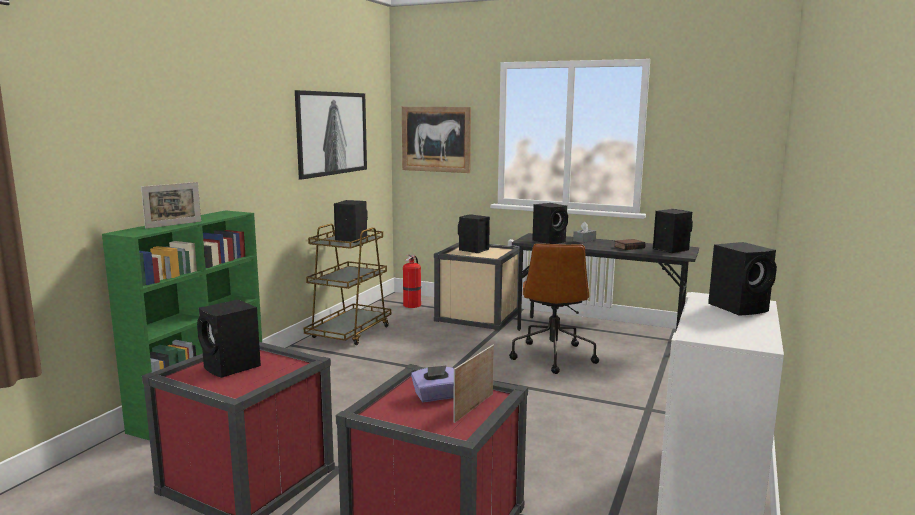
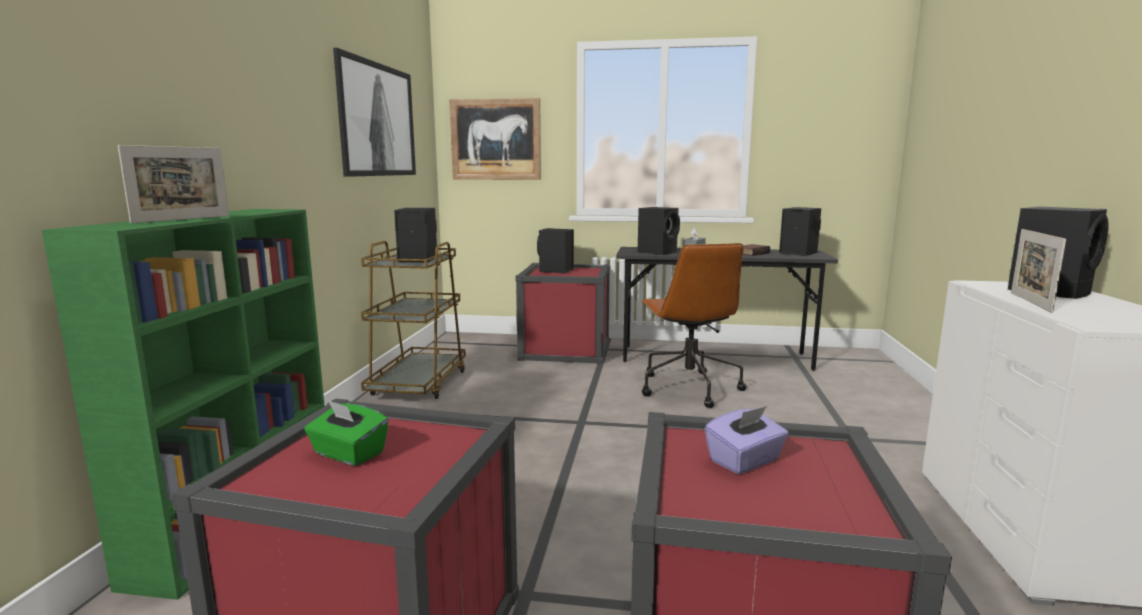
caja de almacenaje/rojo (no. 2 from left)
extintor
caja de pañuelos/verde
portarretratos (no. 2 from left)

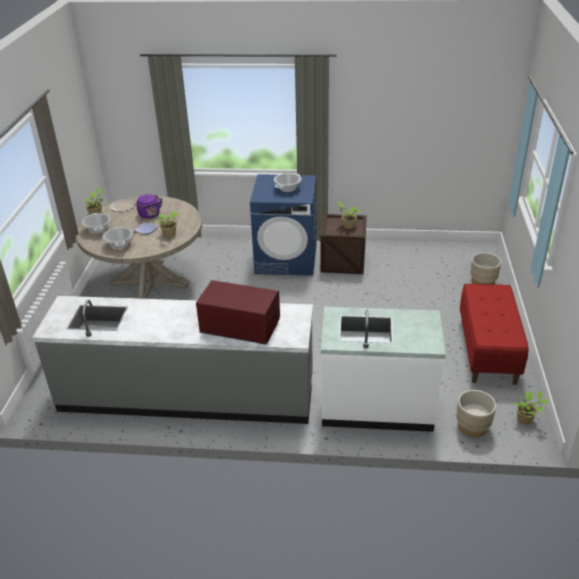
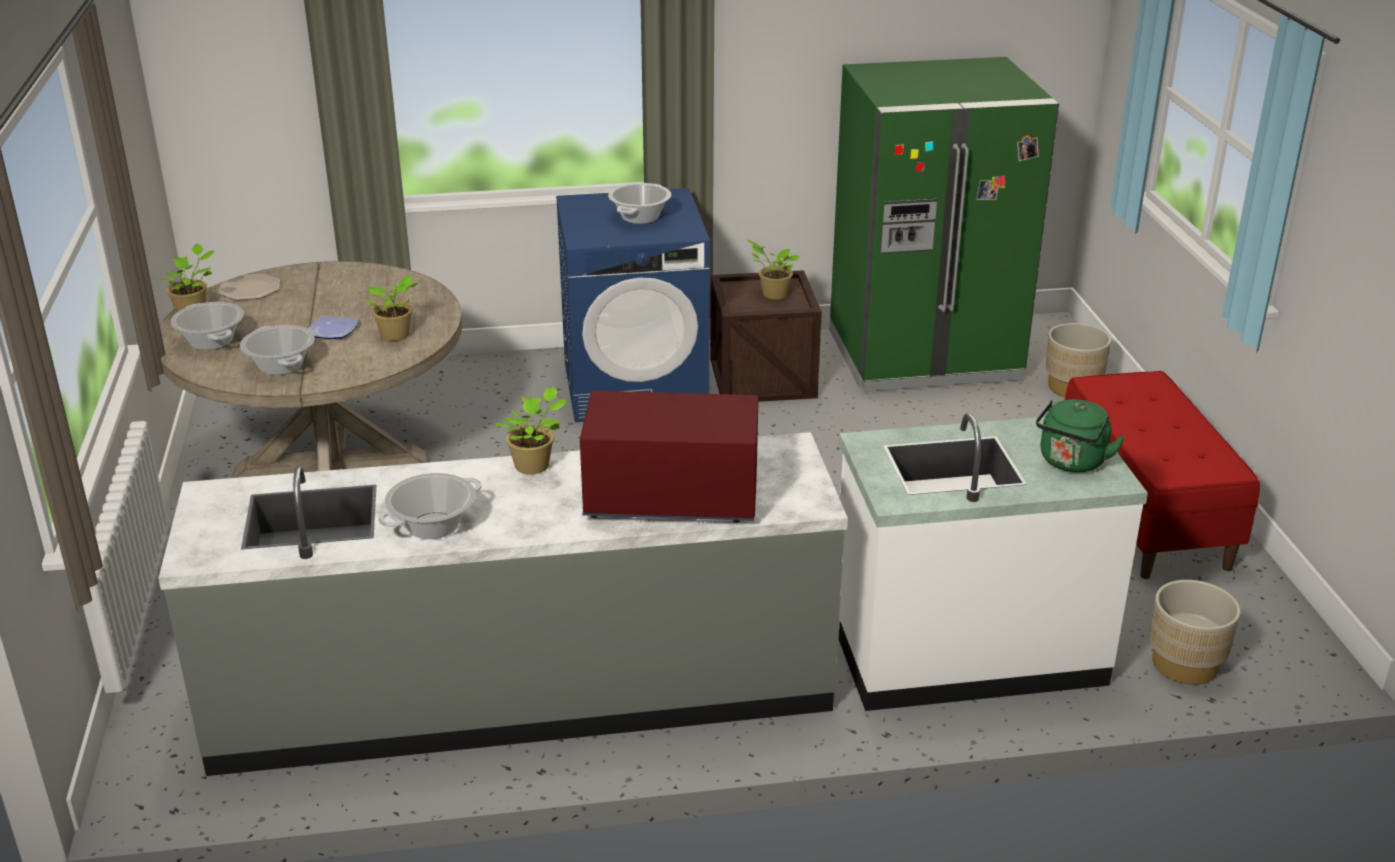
hervidor/morado
planta en maceta (no. 3 from left)
nevera/verde
hervidor/verde
olla (no. 3 from left)

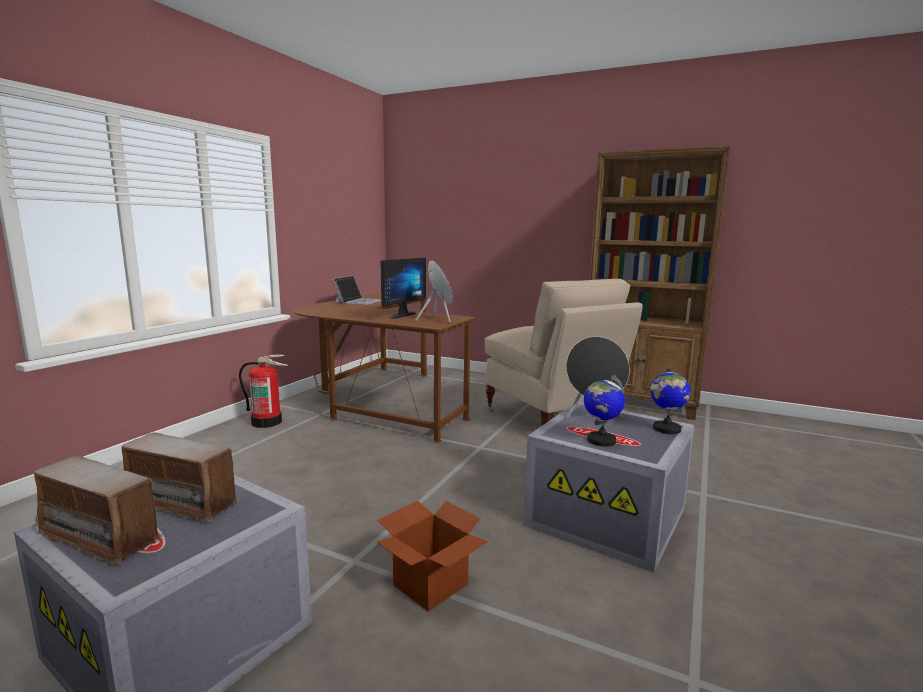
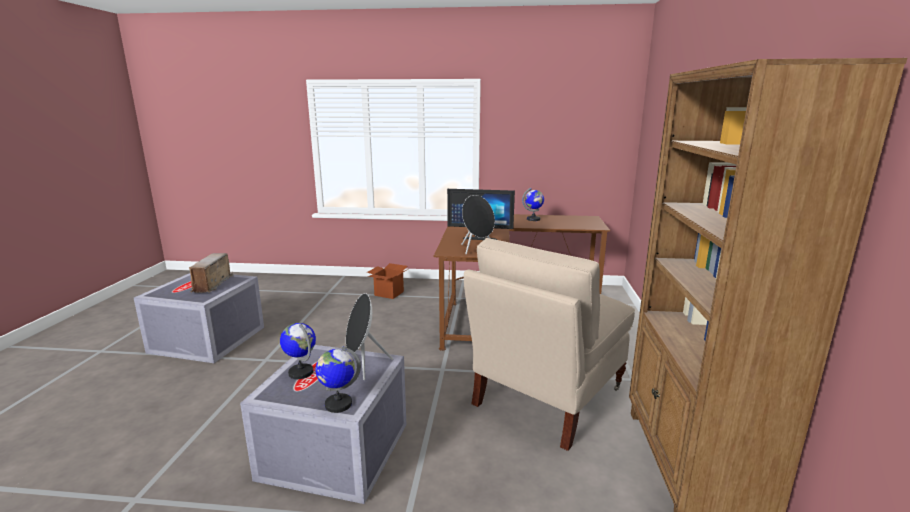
globo terráqueo (no. 3 from left)
extintor
radio (no. 1 from left in the first image)
caja de cartón

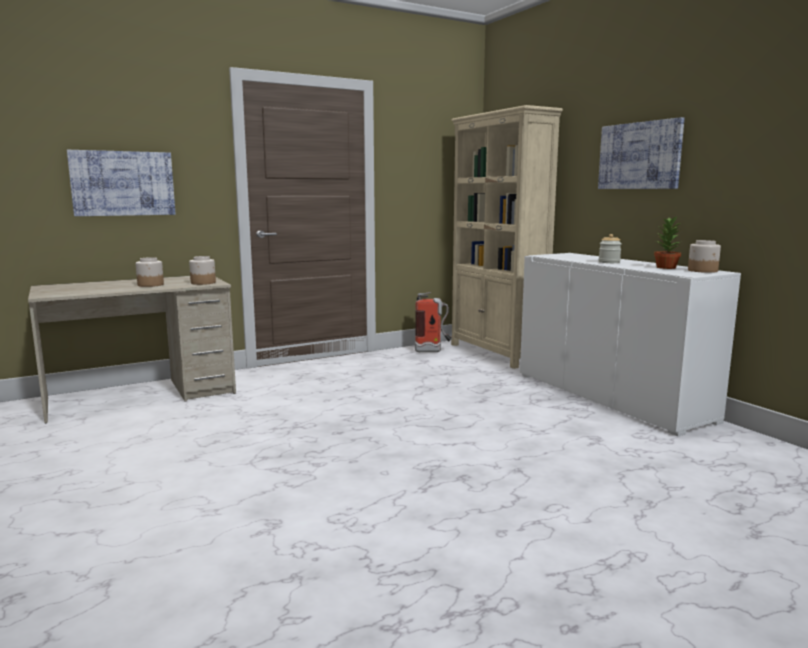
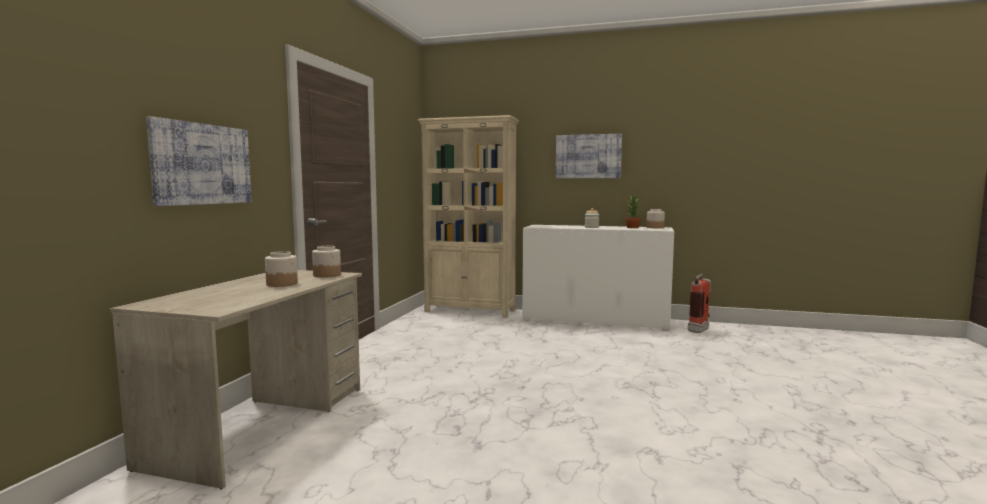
extintor

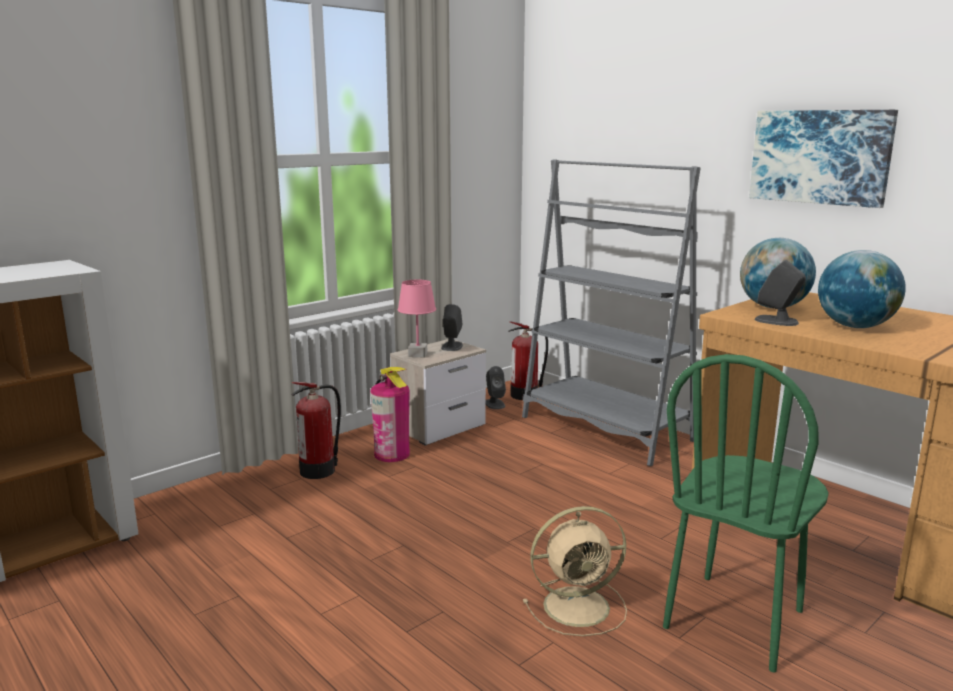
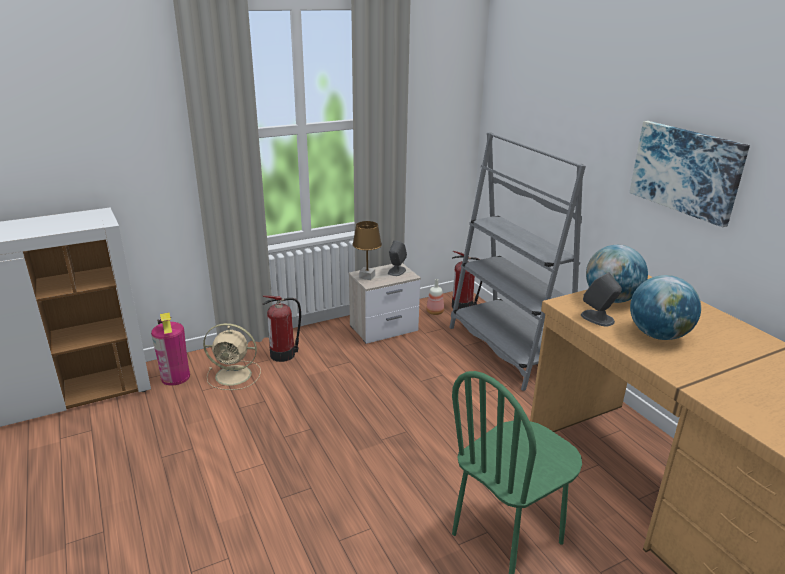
lámpara de mesa/marrón
botella
extintor (no. 1 from left)
ventilador/beis

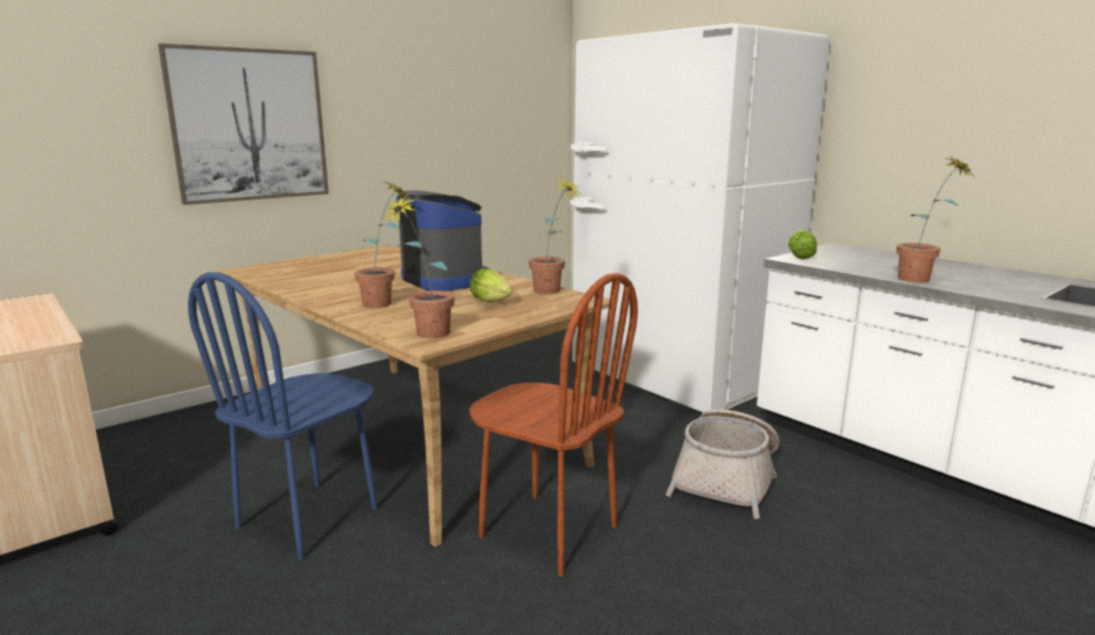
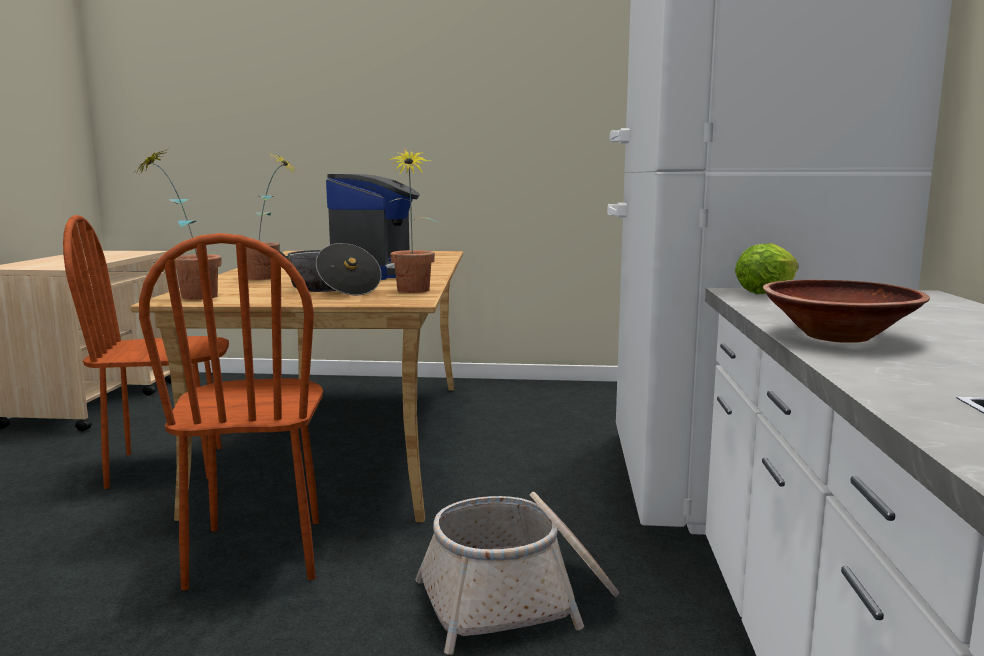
cuadro
cuenco/marrón
olla
silla/marrón (no. 1 from left)

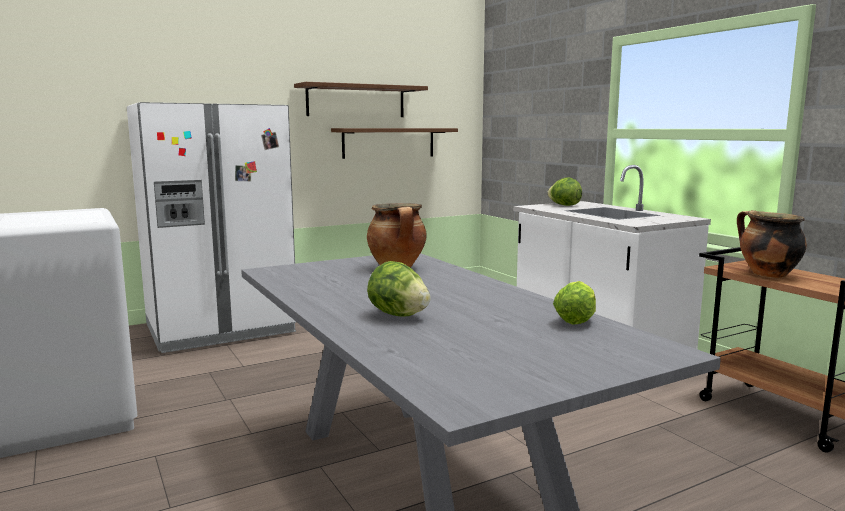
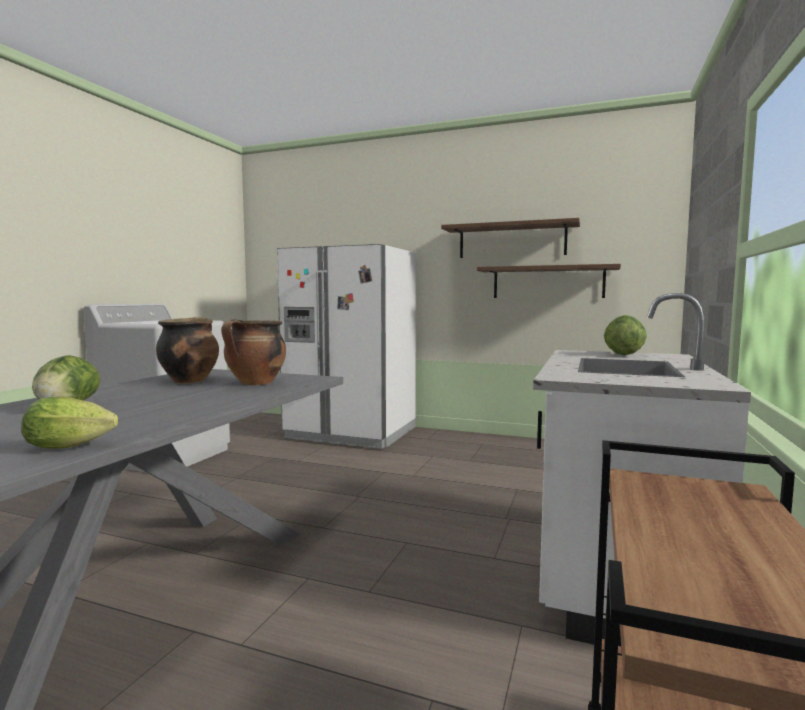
olla (no. 1 from left)

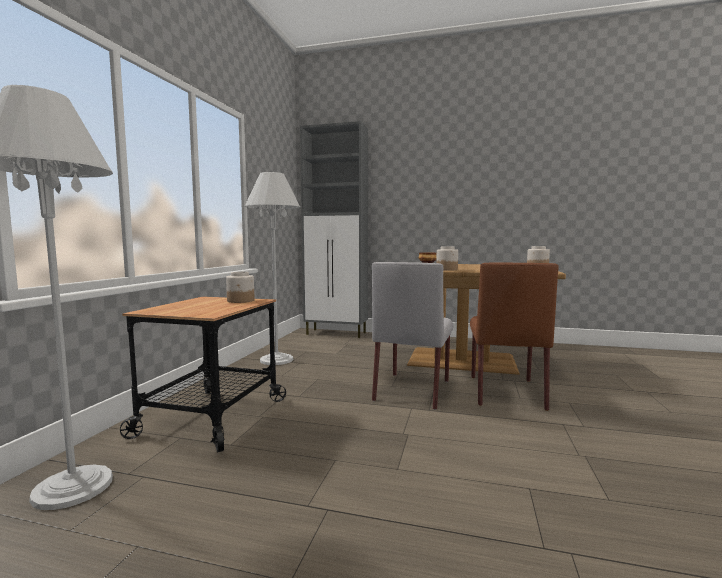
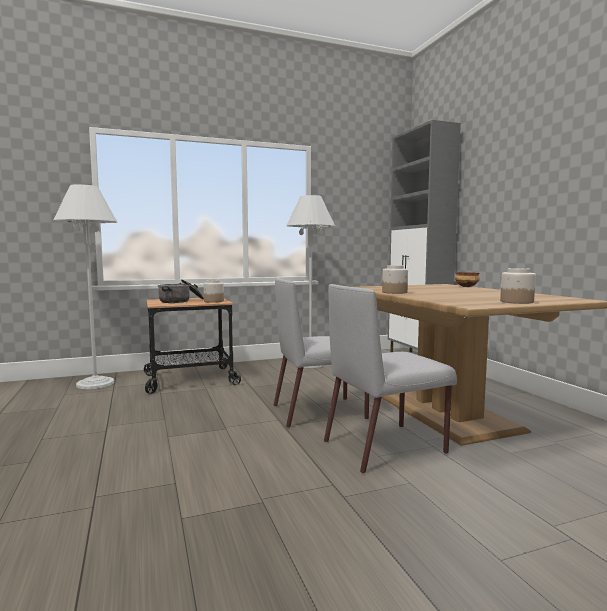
silla/gris (no. 2 from left)
olla

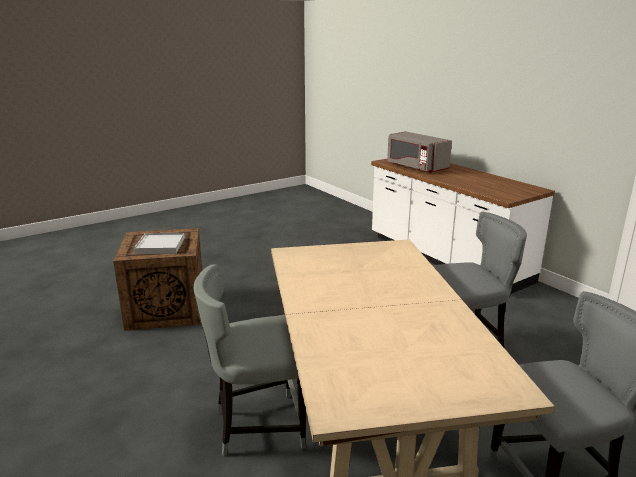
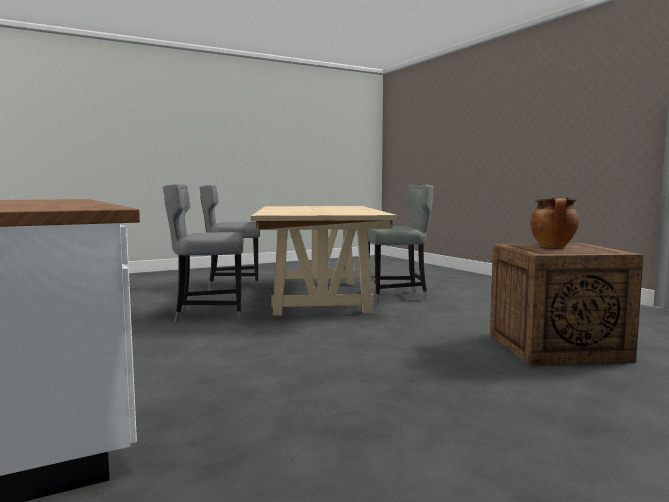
microondas/gris
olla

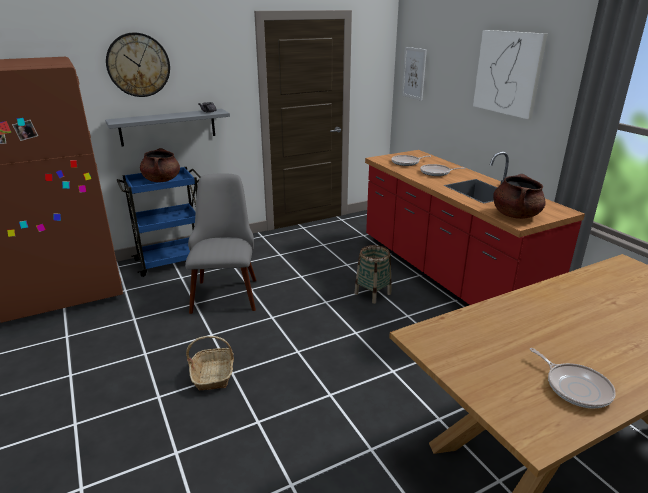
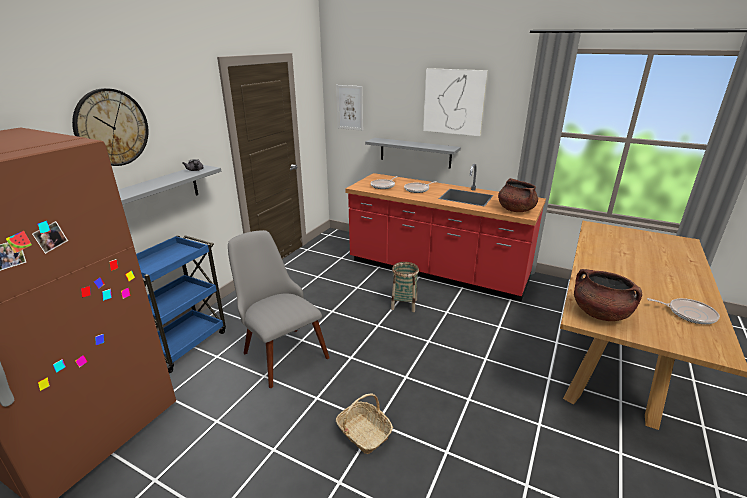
olla/marrón (no. 2 from left)
estante/gris (no. 2 from left)

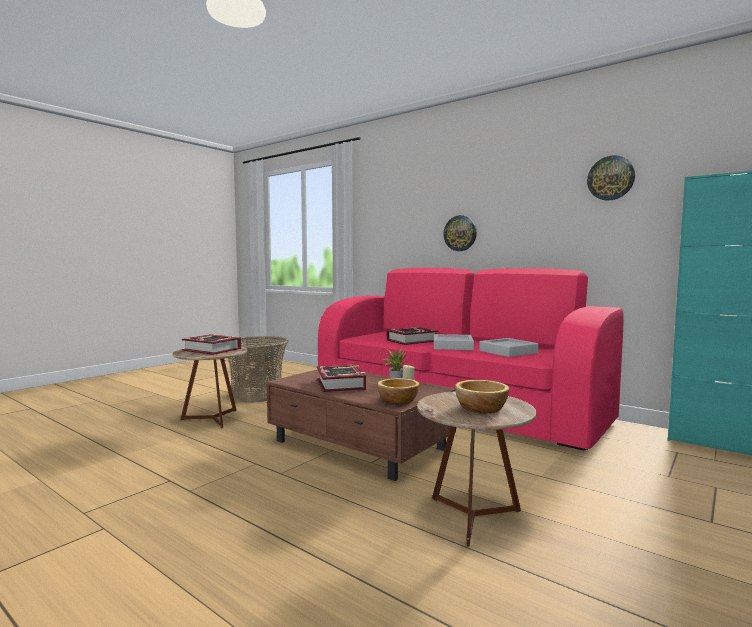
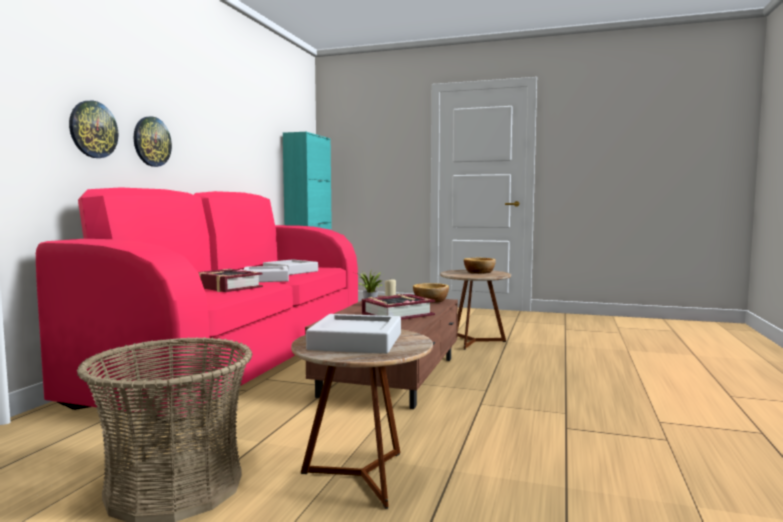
reloj de pared (no. 1 from left)
bandeja/gris (no. 3 from left)

